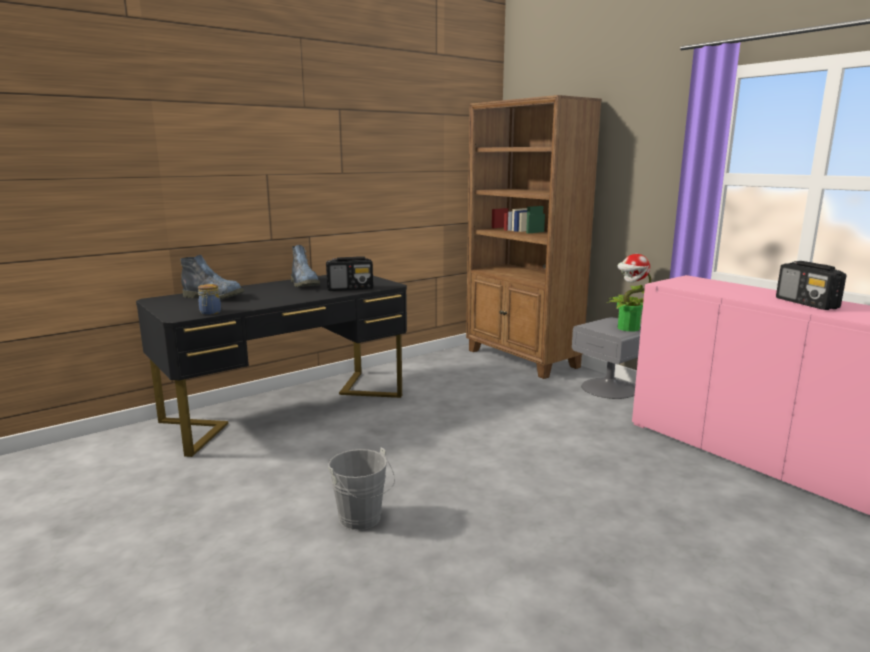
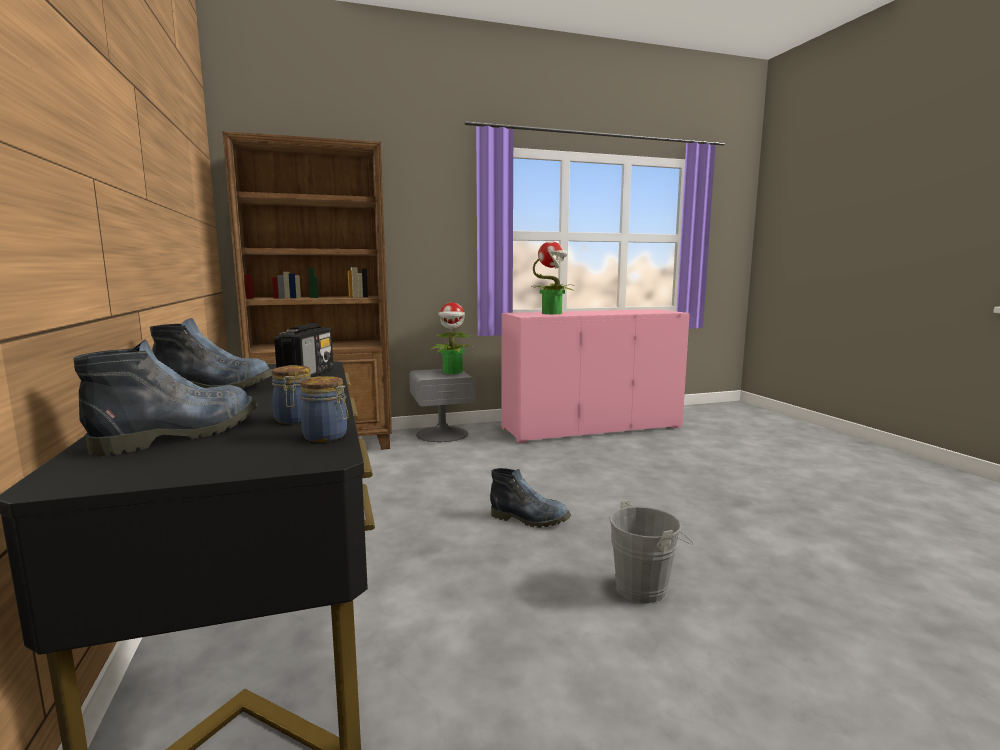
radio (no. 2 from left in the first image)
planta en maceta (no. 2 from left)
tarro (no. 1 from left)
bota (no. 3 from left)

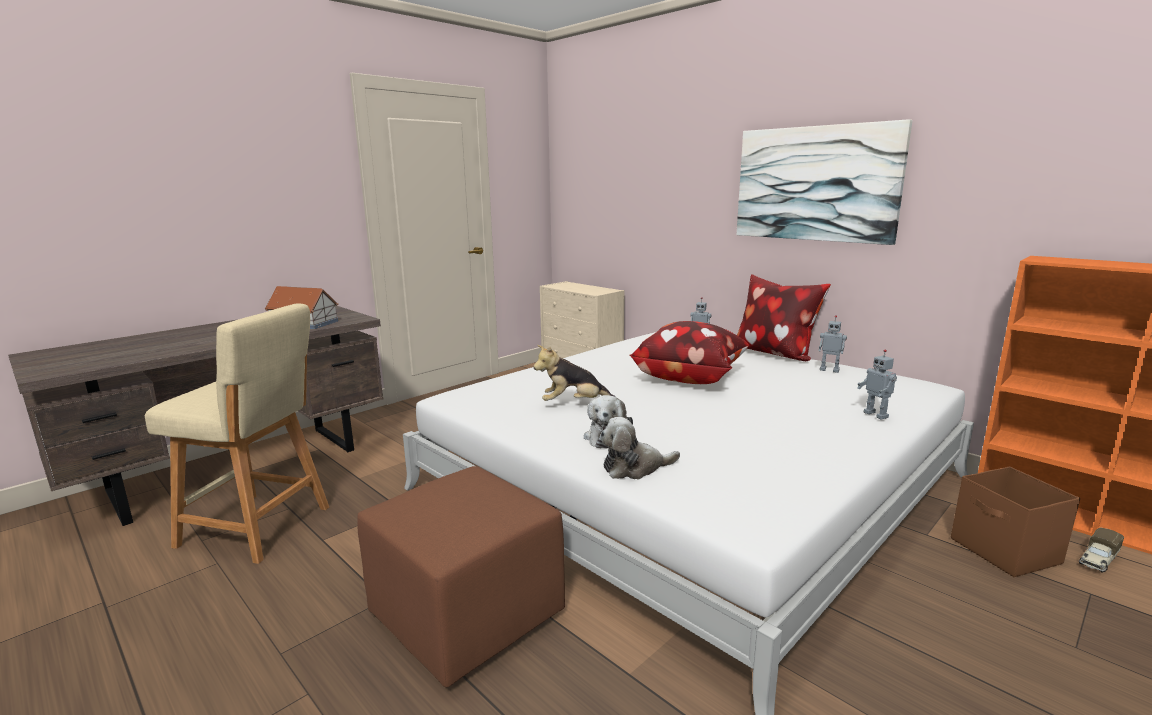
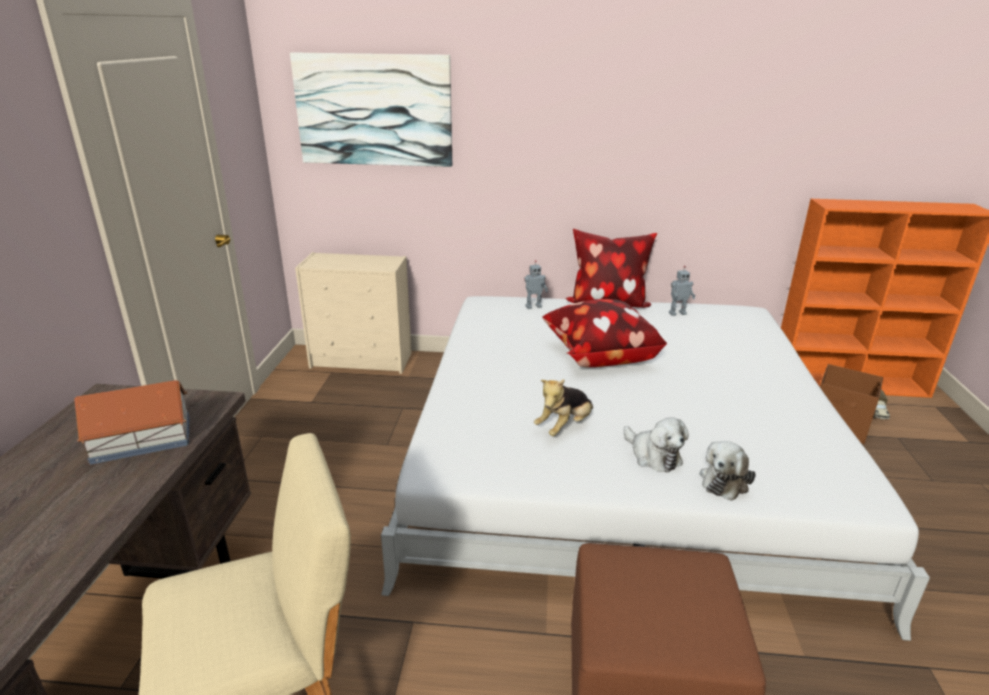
cuadro
robot de juguete (no. 3 from left in the first image)

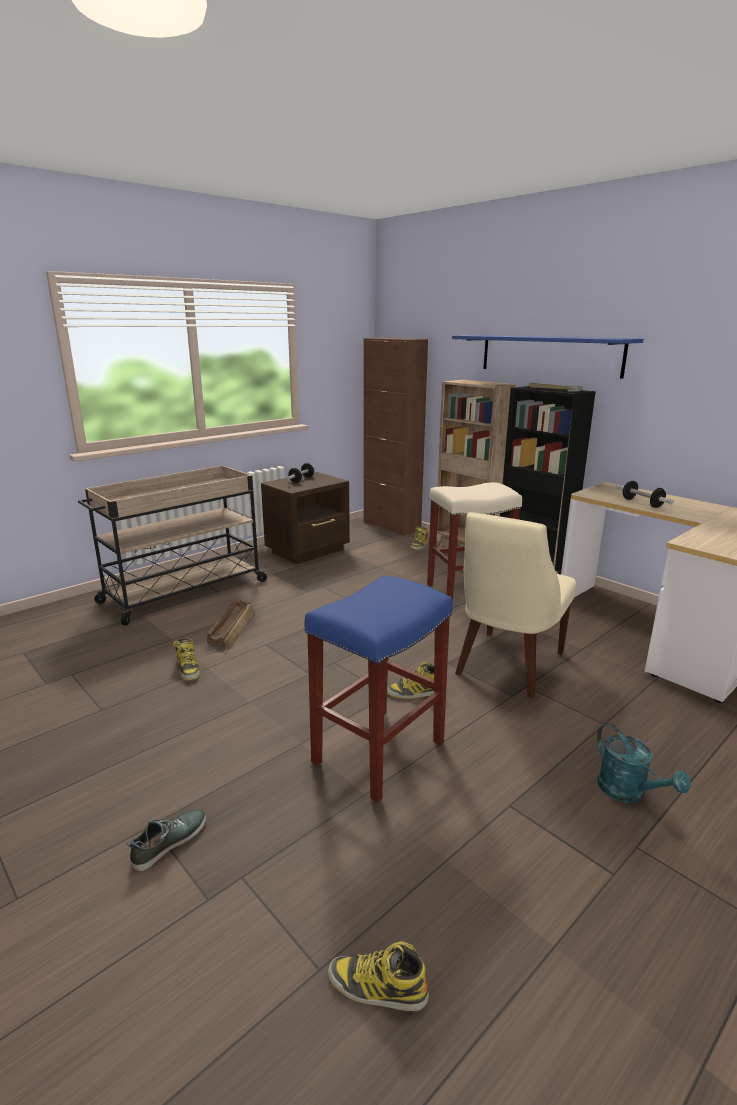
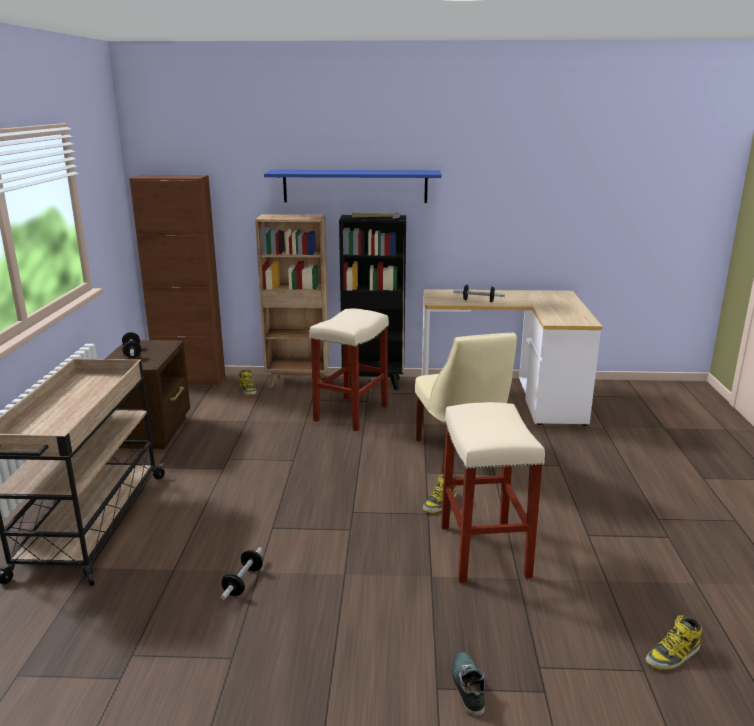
taburete/beis (no. 2 from left)
caja de embalaje
mancuerna (no. 2 from left)
regadera/turquesa

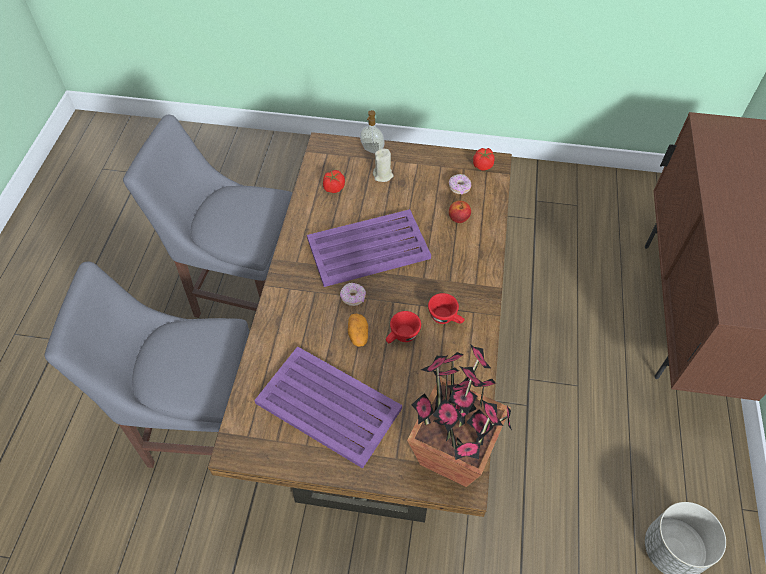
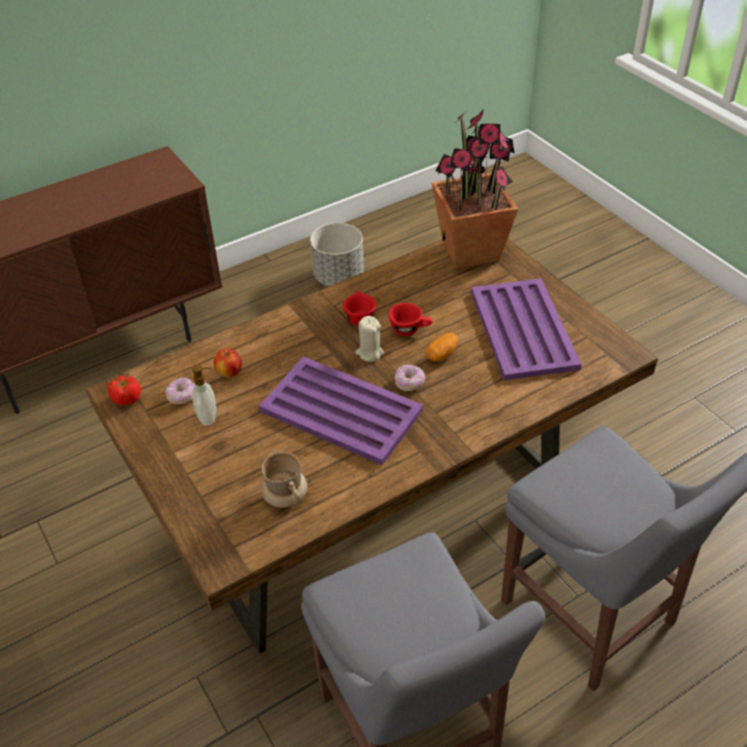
dispensador de jabón
vela/beis
taza grande/beis

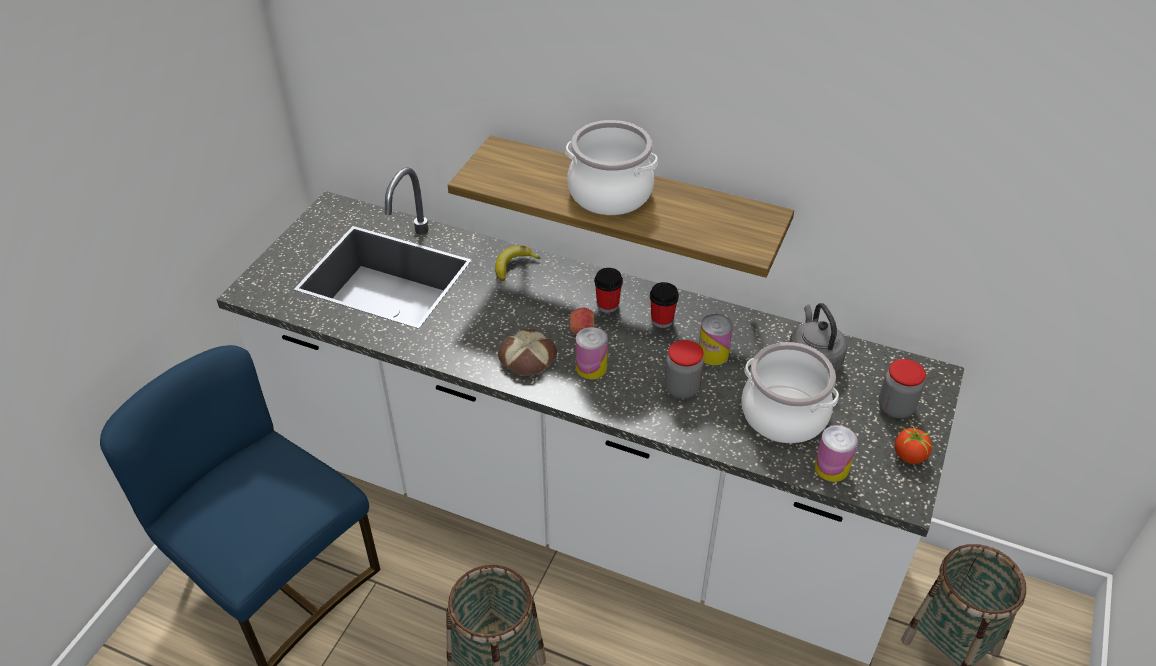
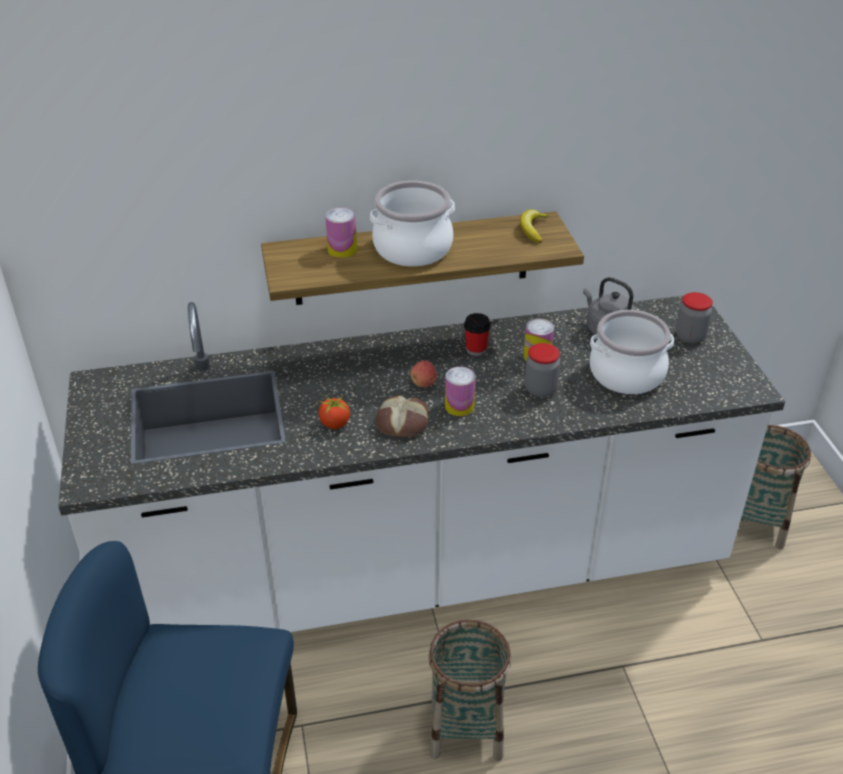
plátano
taza (no. 1 from left in the first image)
tomate
lata (no. 1 from left)

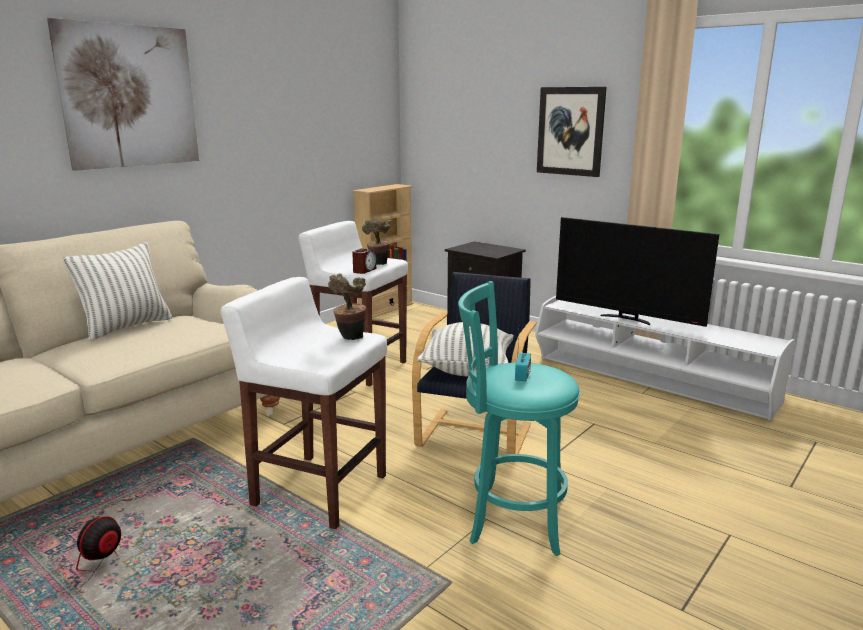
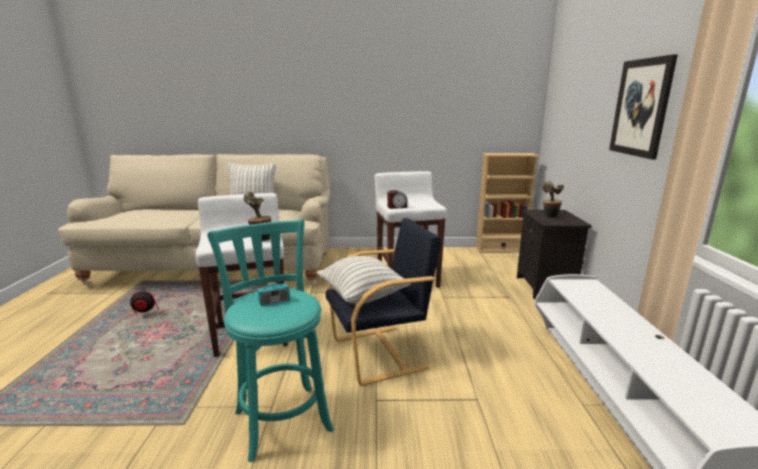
cuadro (no. 1 from left in the first image)
televisor
planta en maceta (no. 2 from left)

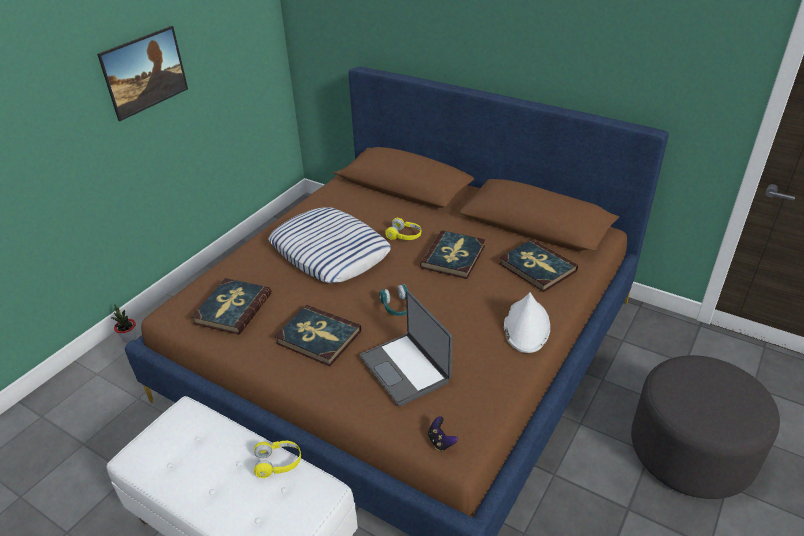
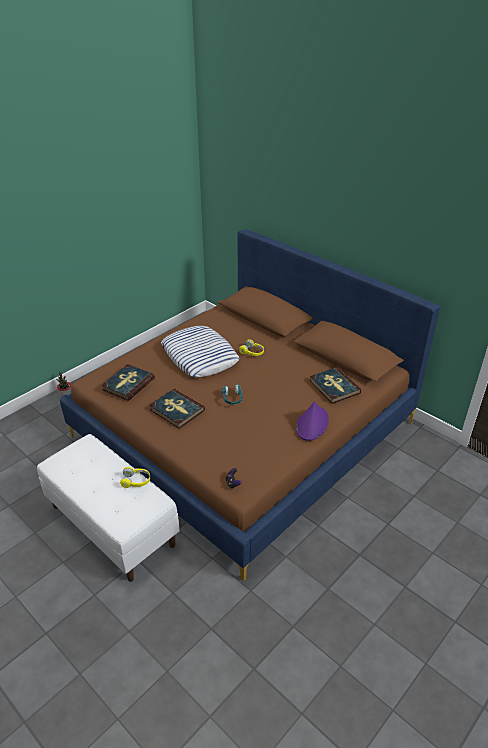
cuadro
libro (no. 3 from left in the first image)
portátil
sombrero/morado
puf/gris

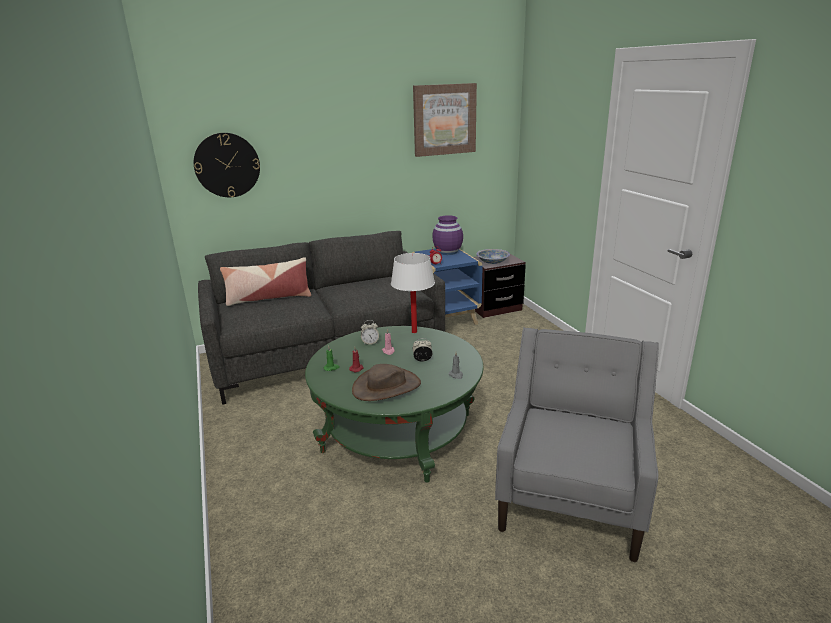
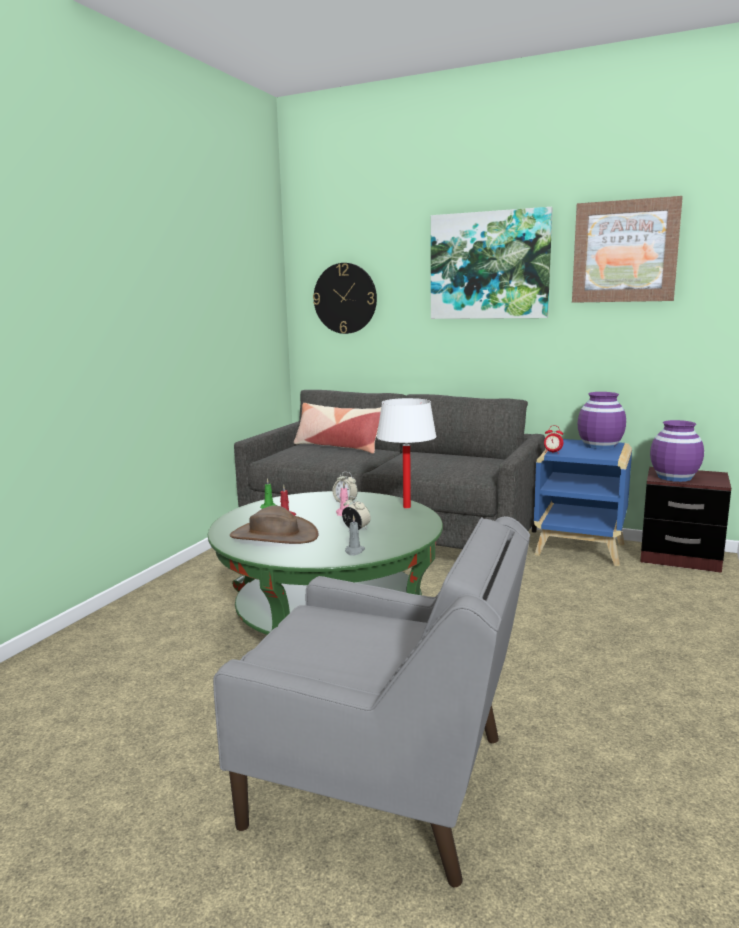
florero/morado (no. 2 from left)
sillón/gris
cuadro (no. 1 from left)

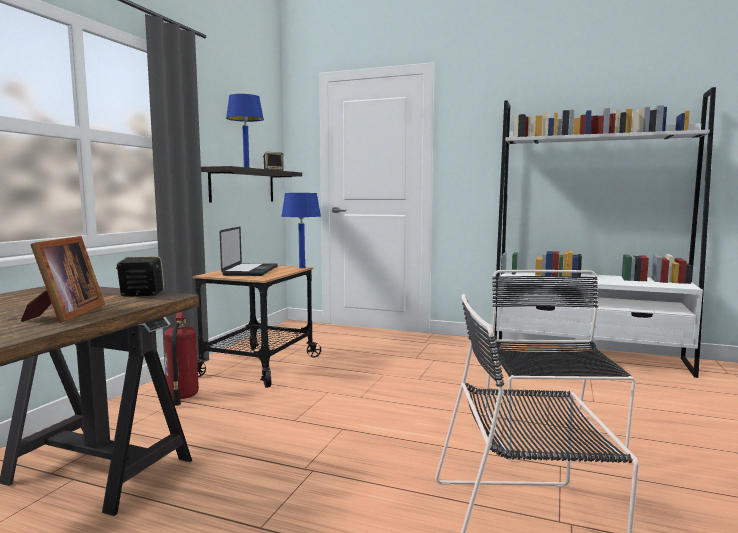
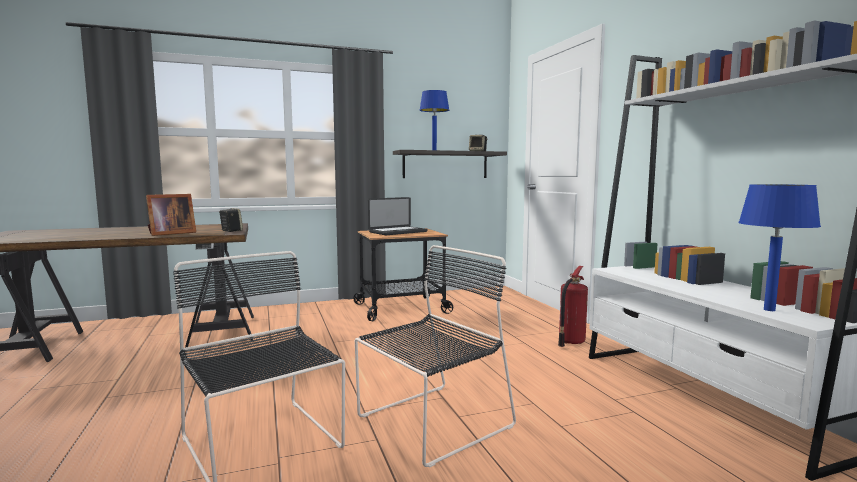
lámpara de mesa/azul (no. 2 from left)
extintor

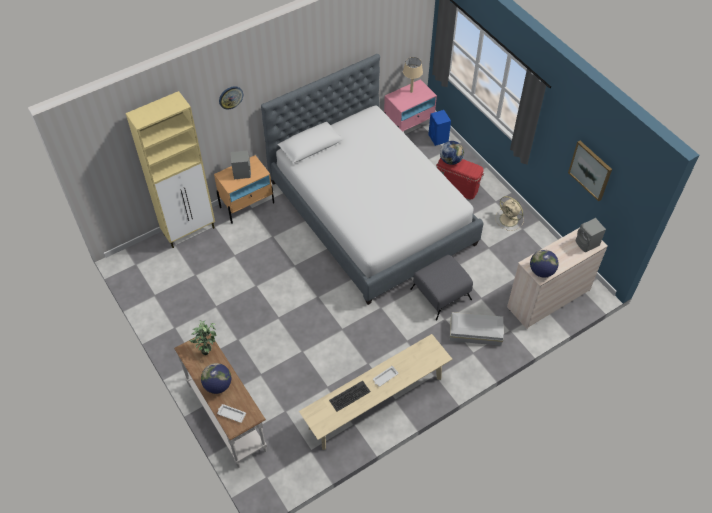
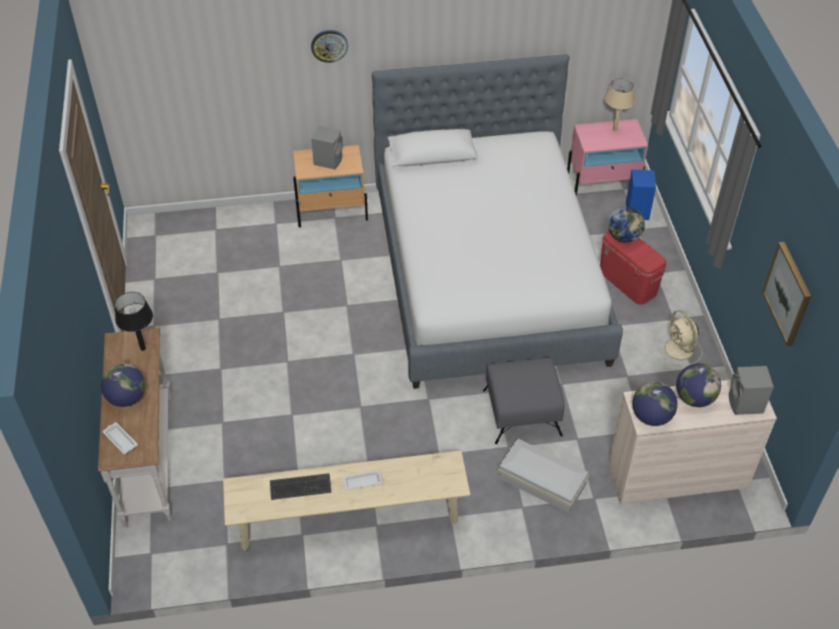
armario/beis
lámpara de mesa/negro
globo terráqueo (no. 4 from left)

